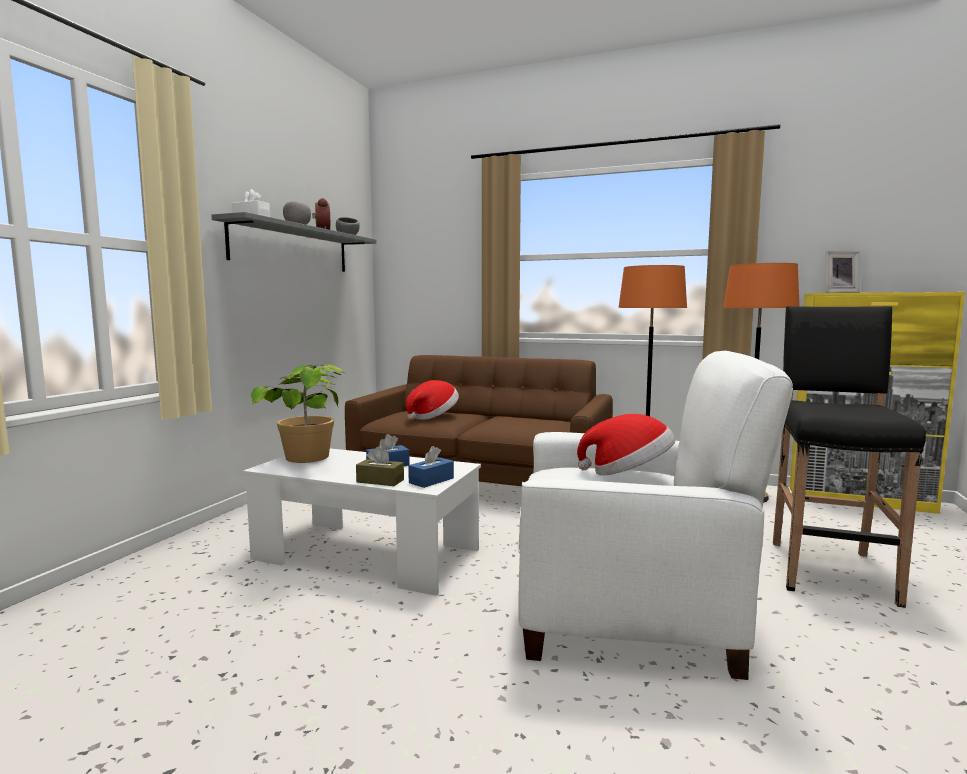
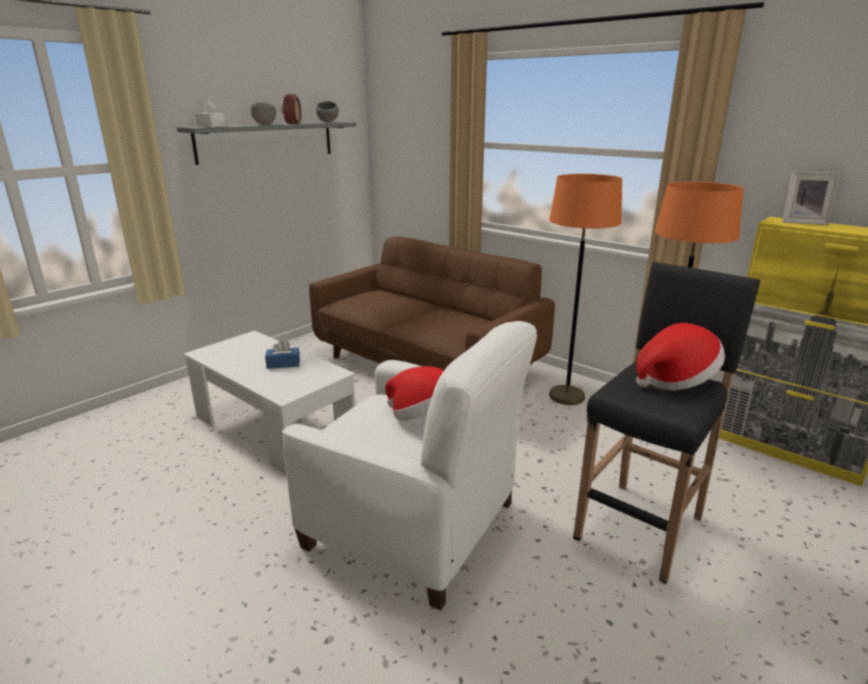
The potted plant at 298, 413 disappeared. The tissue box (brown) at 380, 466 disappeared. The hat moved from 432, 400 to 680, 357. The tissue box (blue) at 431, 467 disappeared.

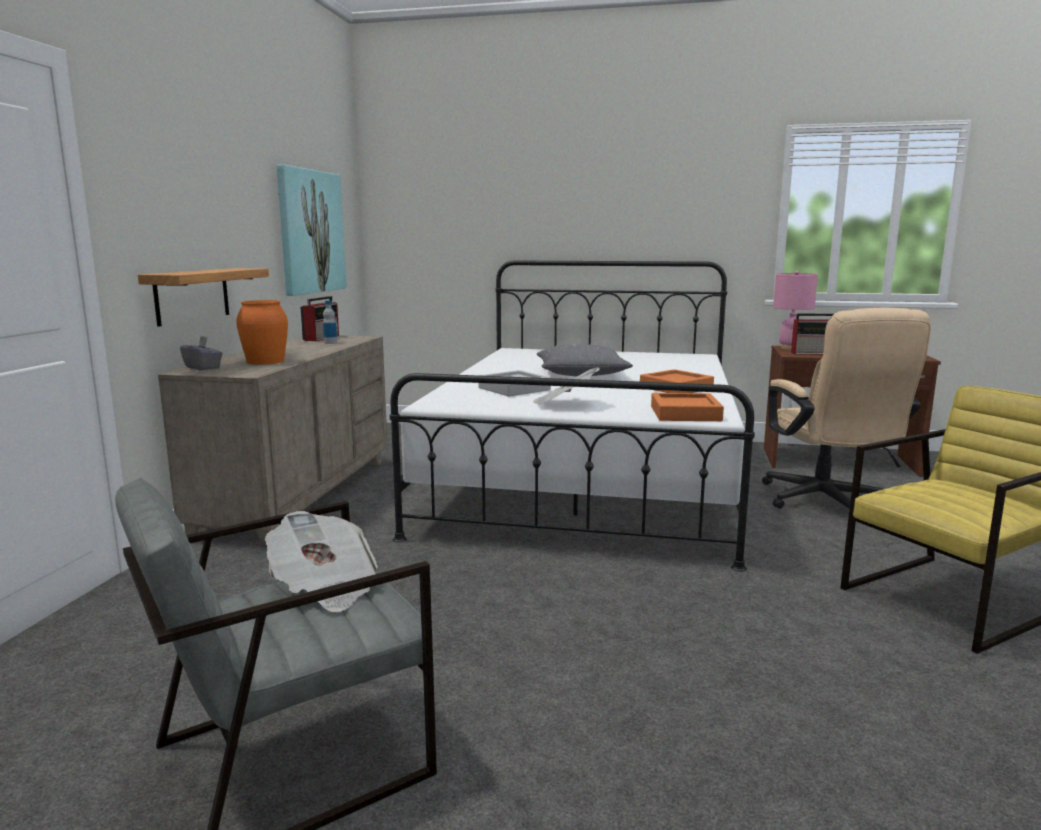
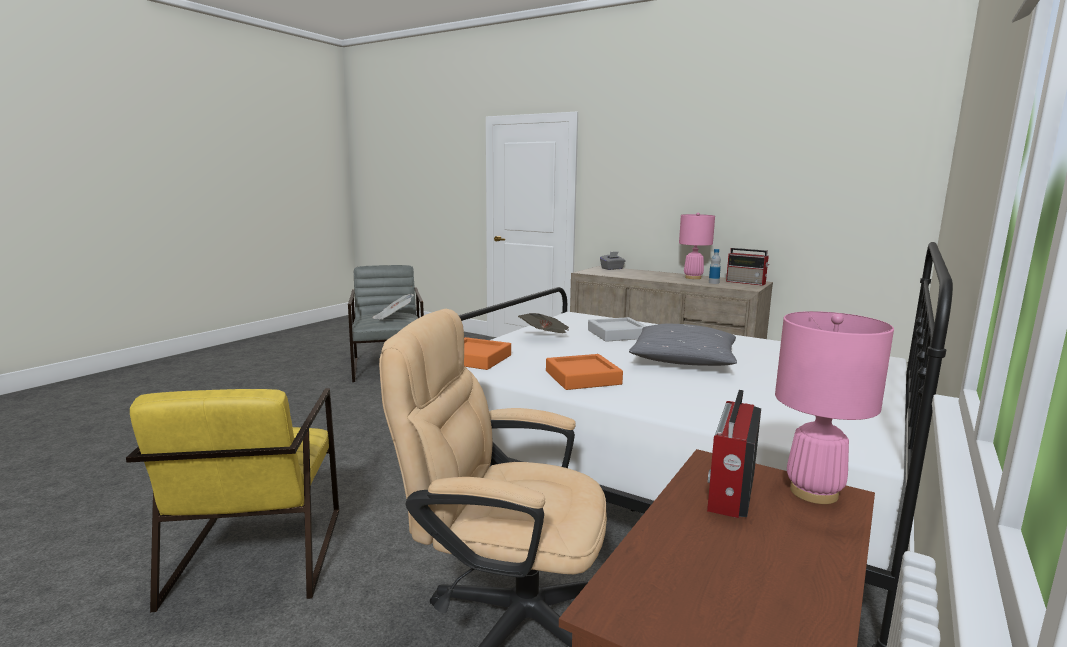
The shelf at 203, 297 disappeared. The vase (orange) at 262, 332 disappeared. The picture at 311, 230 disappeared. The table lamp (pink) at 697, 245 appeared.

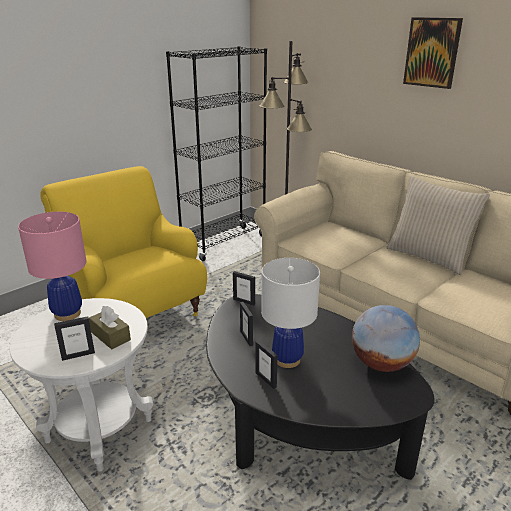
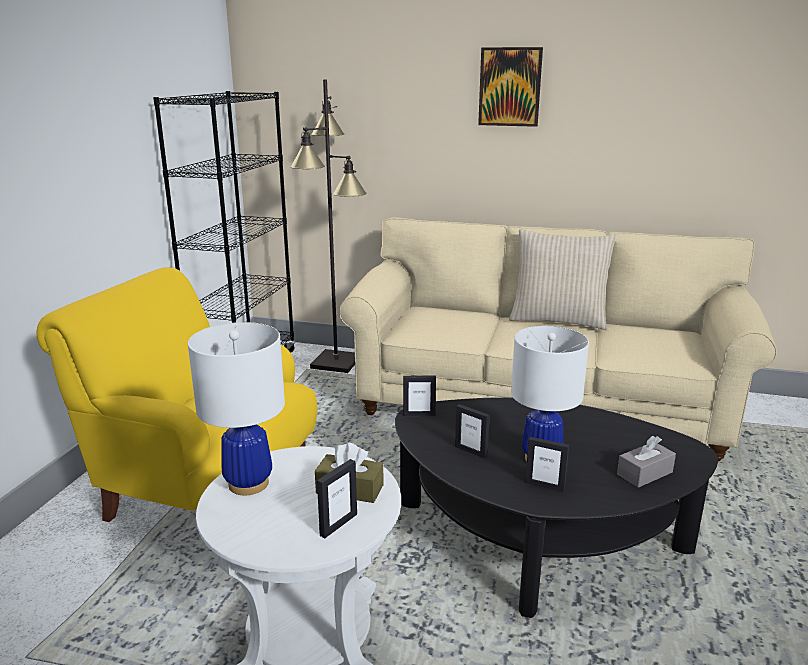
The table lamp (pink) at 52, 266 became the table lamp (white) at 236, 408. The globe at 386, 338 disappeared. The tissue box (grey) at 646, 462 appeared.

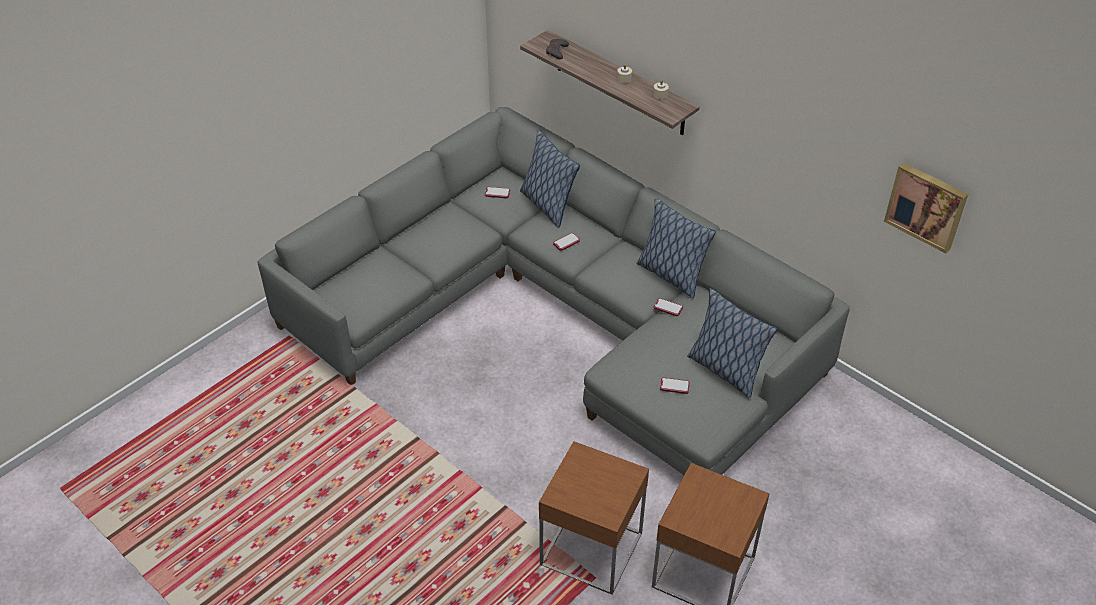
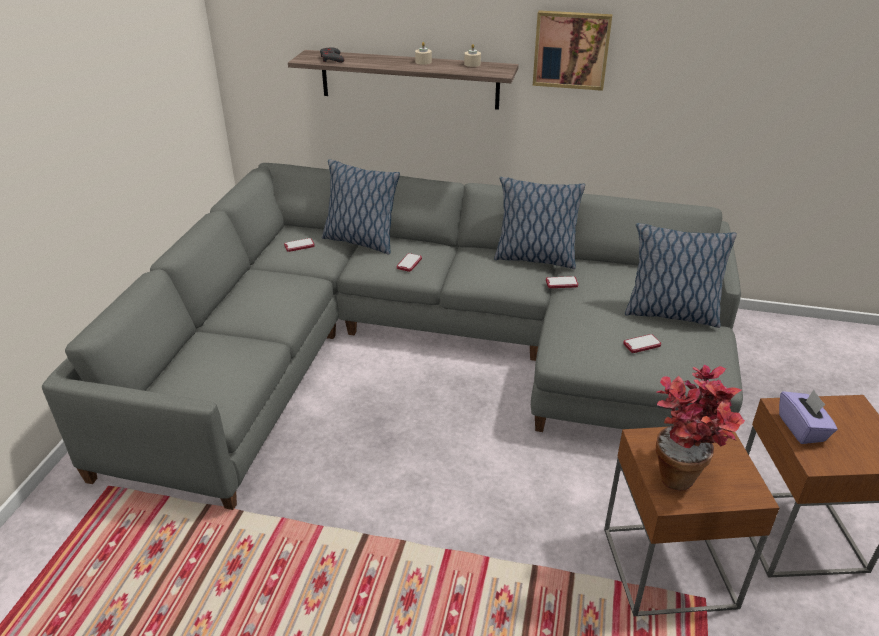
The picture moved from 926, 208 to 573, 50. The potted plant at 700, 427 appeared. The tissue box (purple) at 808, 417 appeared.

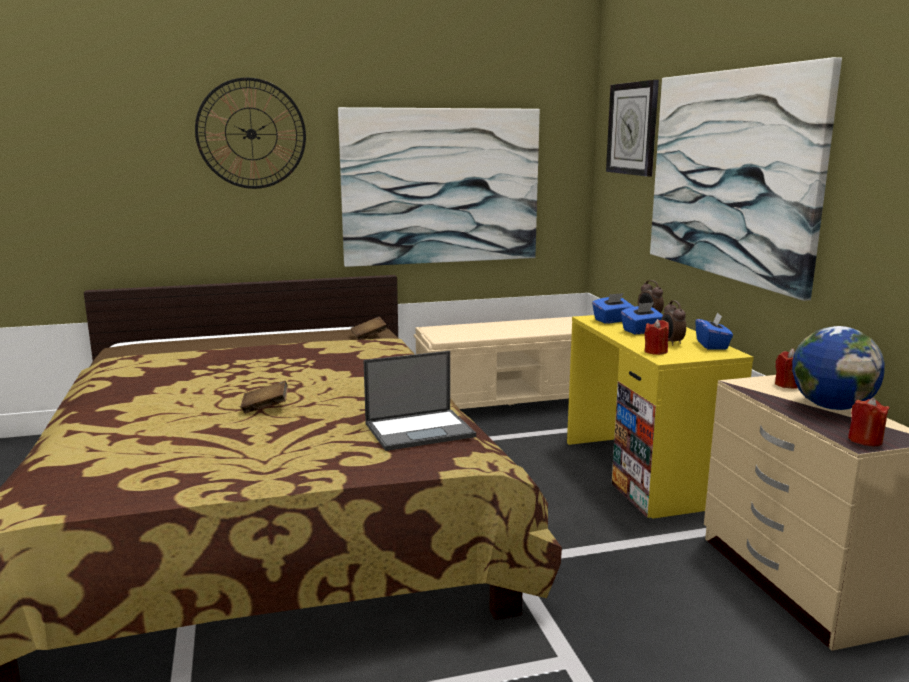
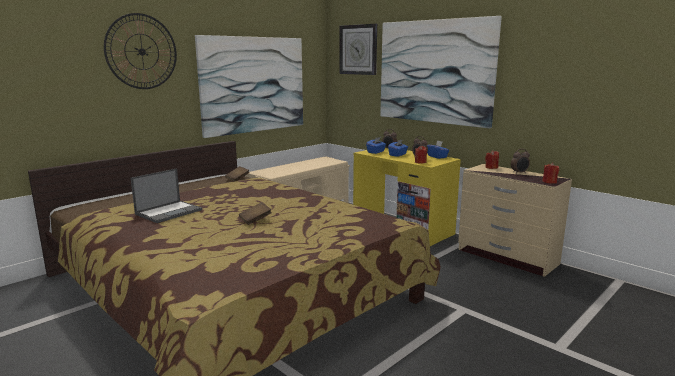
The laptop moved from 419, 401 to 166, 195. The globe at 838, 368 was replaced by the alarm clock at 520, 161.

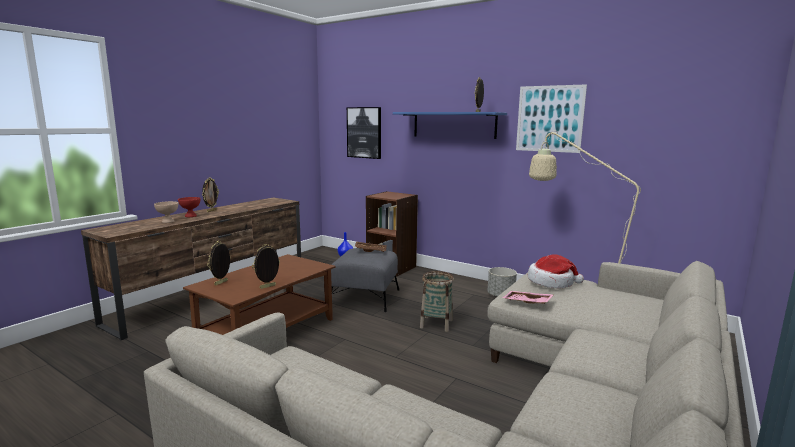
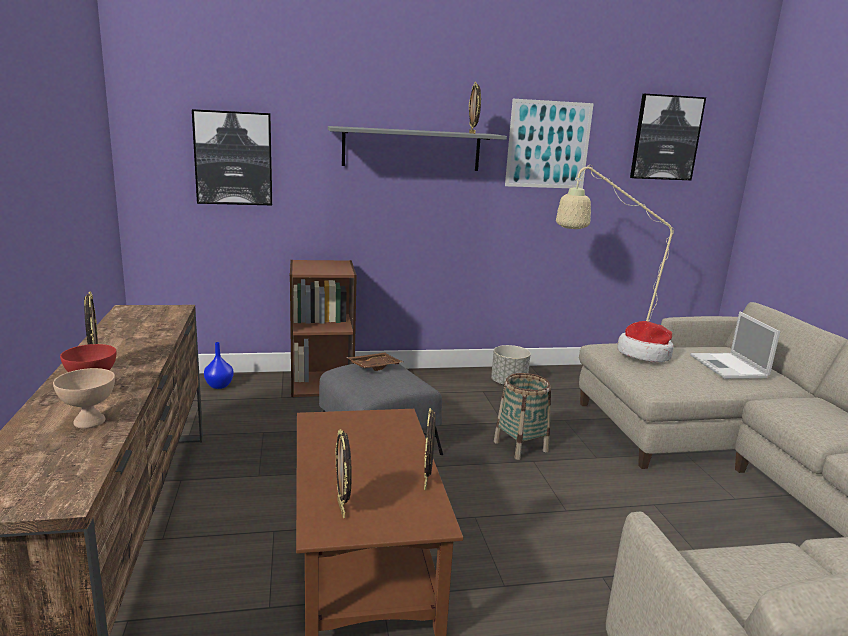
The shelf (blue) at 450, 125 became the shelf (grey) at 417, 148. The tray (pink) at 527, 297 disappeared. The picture at 668, 137 appeared. The laptop at 735, 345 appeared.

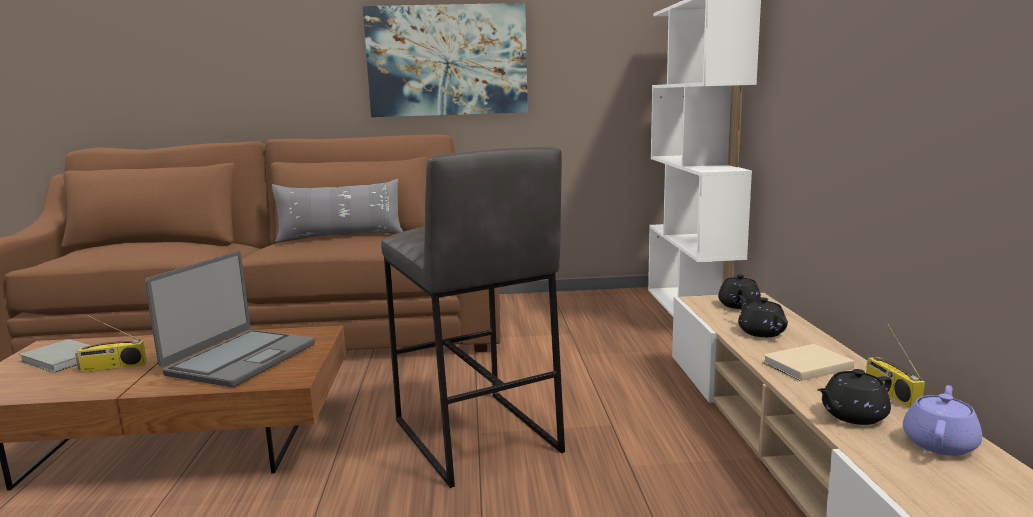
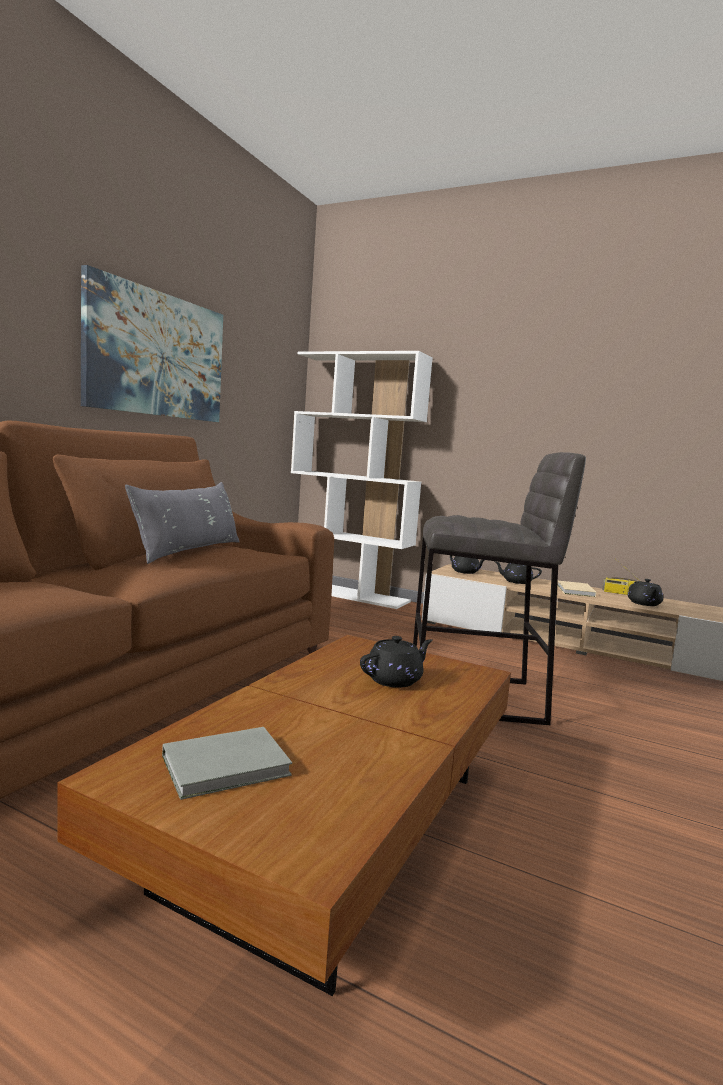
The radio at 111, 343 disappeared. The laptop at 230, 319 was replaced by the teapot (black) at 396, 662. The teapot (purple) at 942, 420 disappeared.

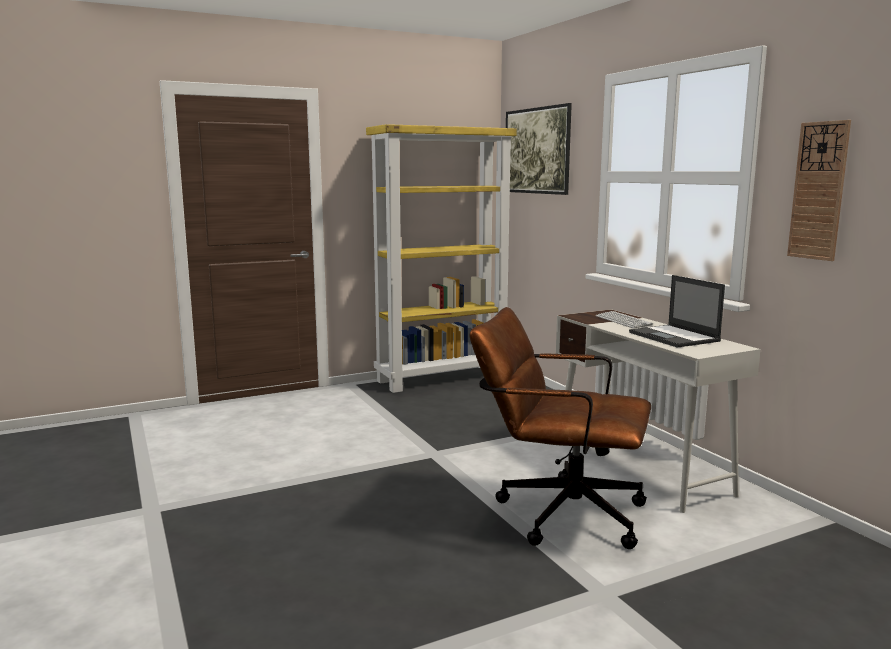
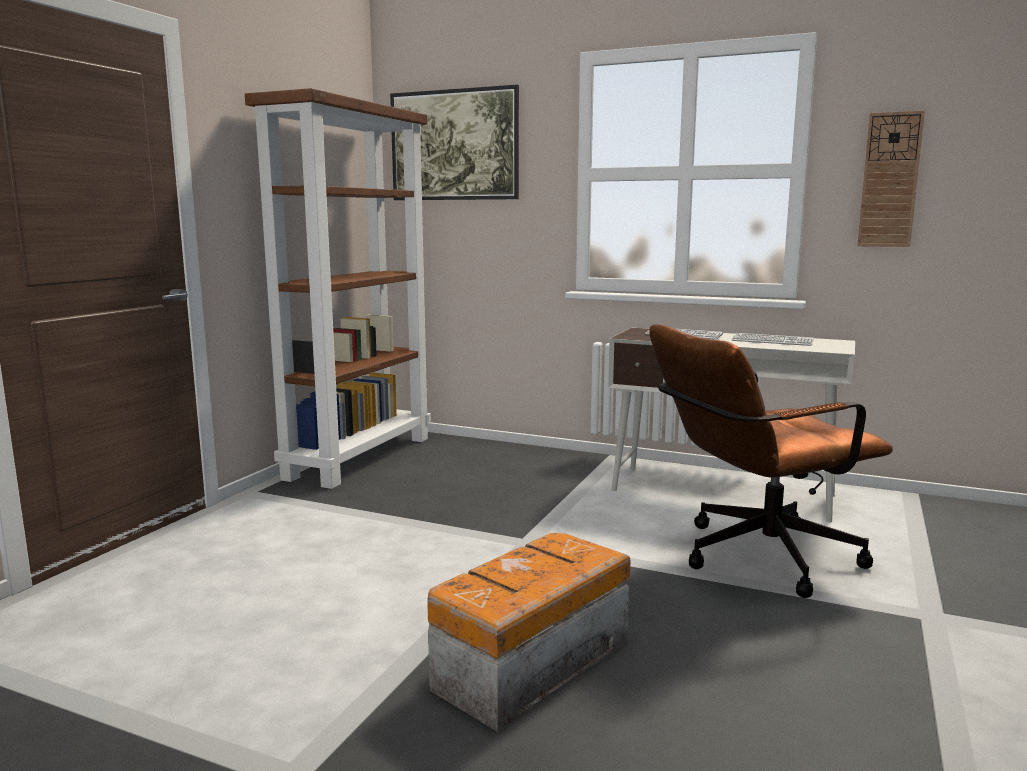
The bookcase (yellow) at 441, 258 became the bookcase (brown) at 338, 288. The laptop at 677, 311 was replaced by the keyboard at 772, 339. The storage box at 529, 632 appeared.

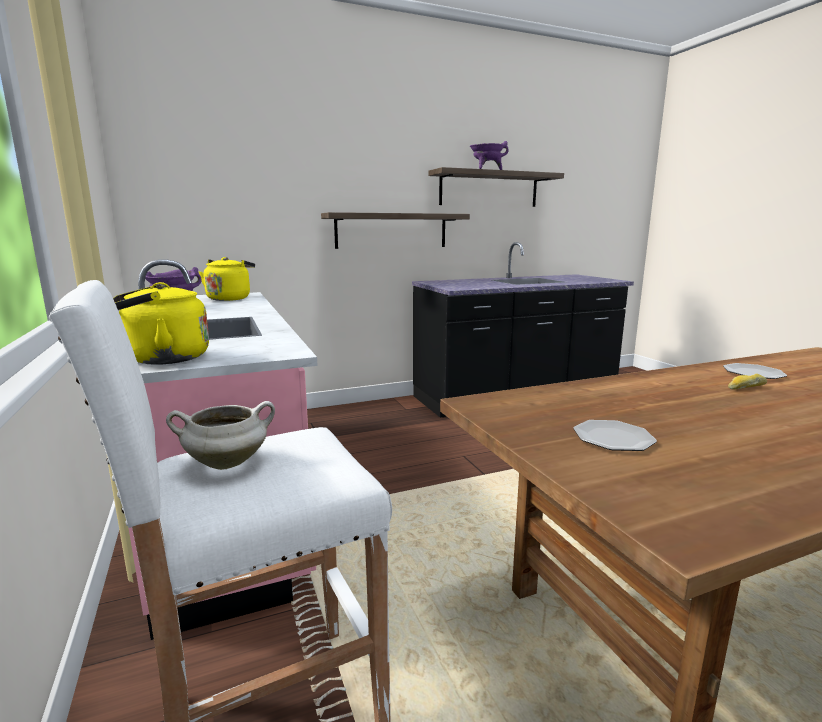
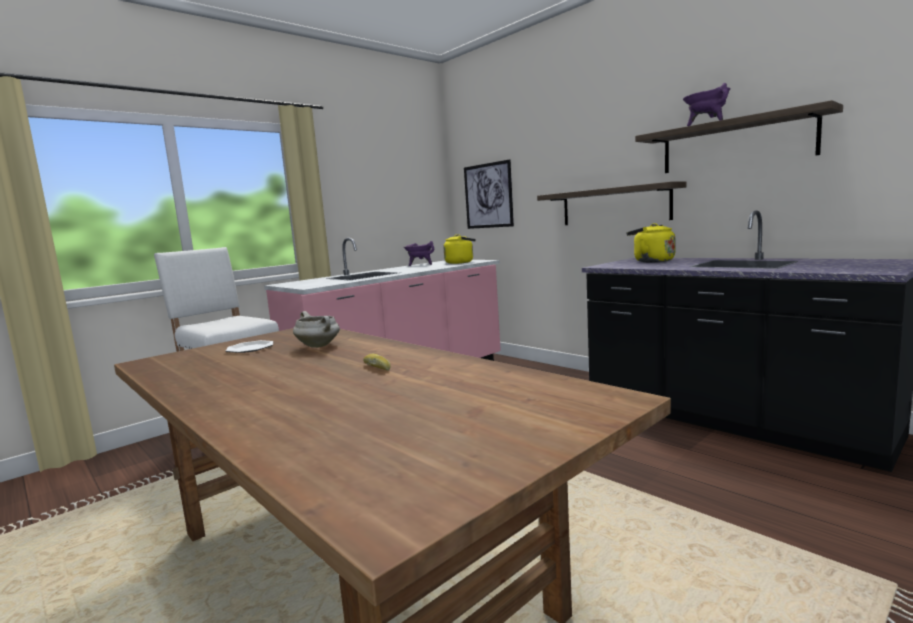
The kettle (yellow) moved from 161, 323 to 650, 242. The cooking pot (white) moved from 220, 435 to 316, 329. The plate at 755, 371 disappeared. The picture at 489, 194 appeared.

